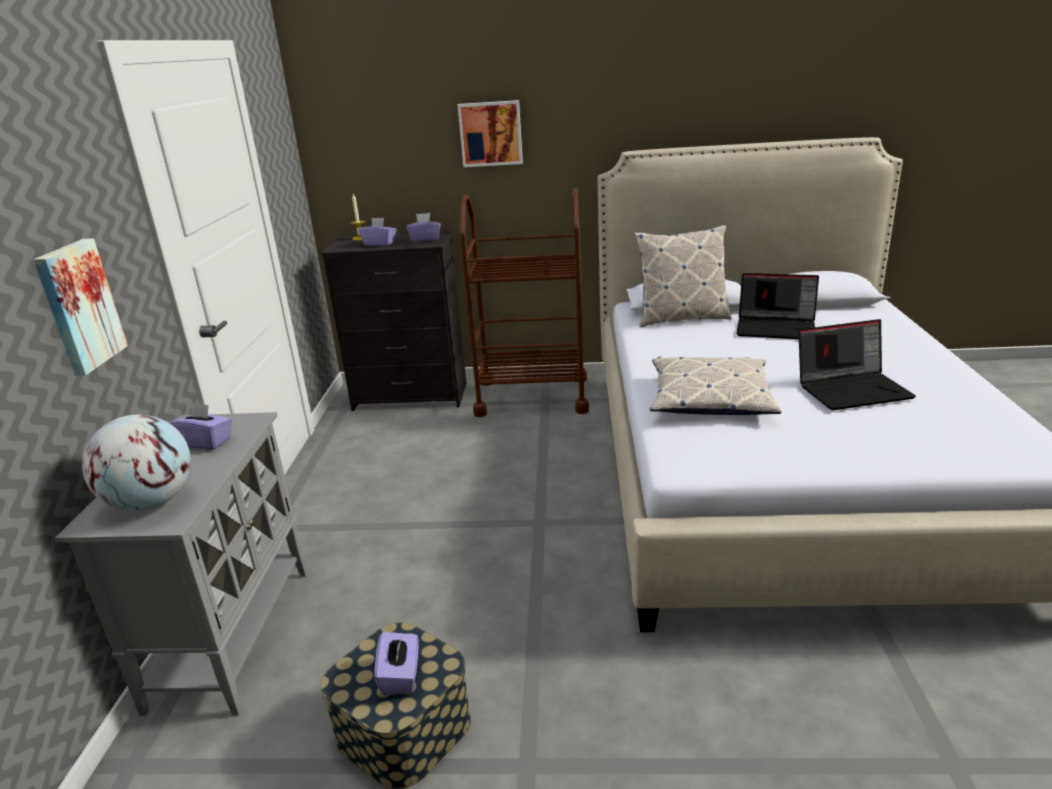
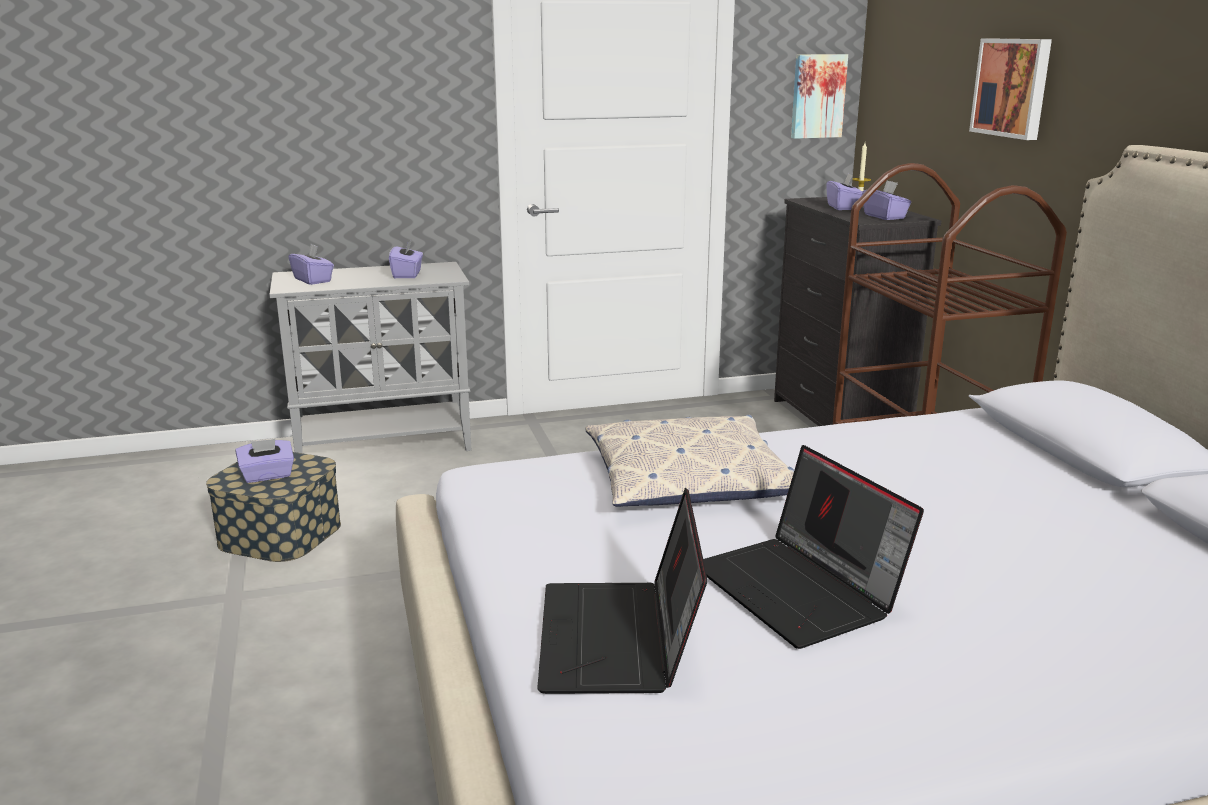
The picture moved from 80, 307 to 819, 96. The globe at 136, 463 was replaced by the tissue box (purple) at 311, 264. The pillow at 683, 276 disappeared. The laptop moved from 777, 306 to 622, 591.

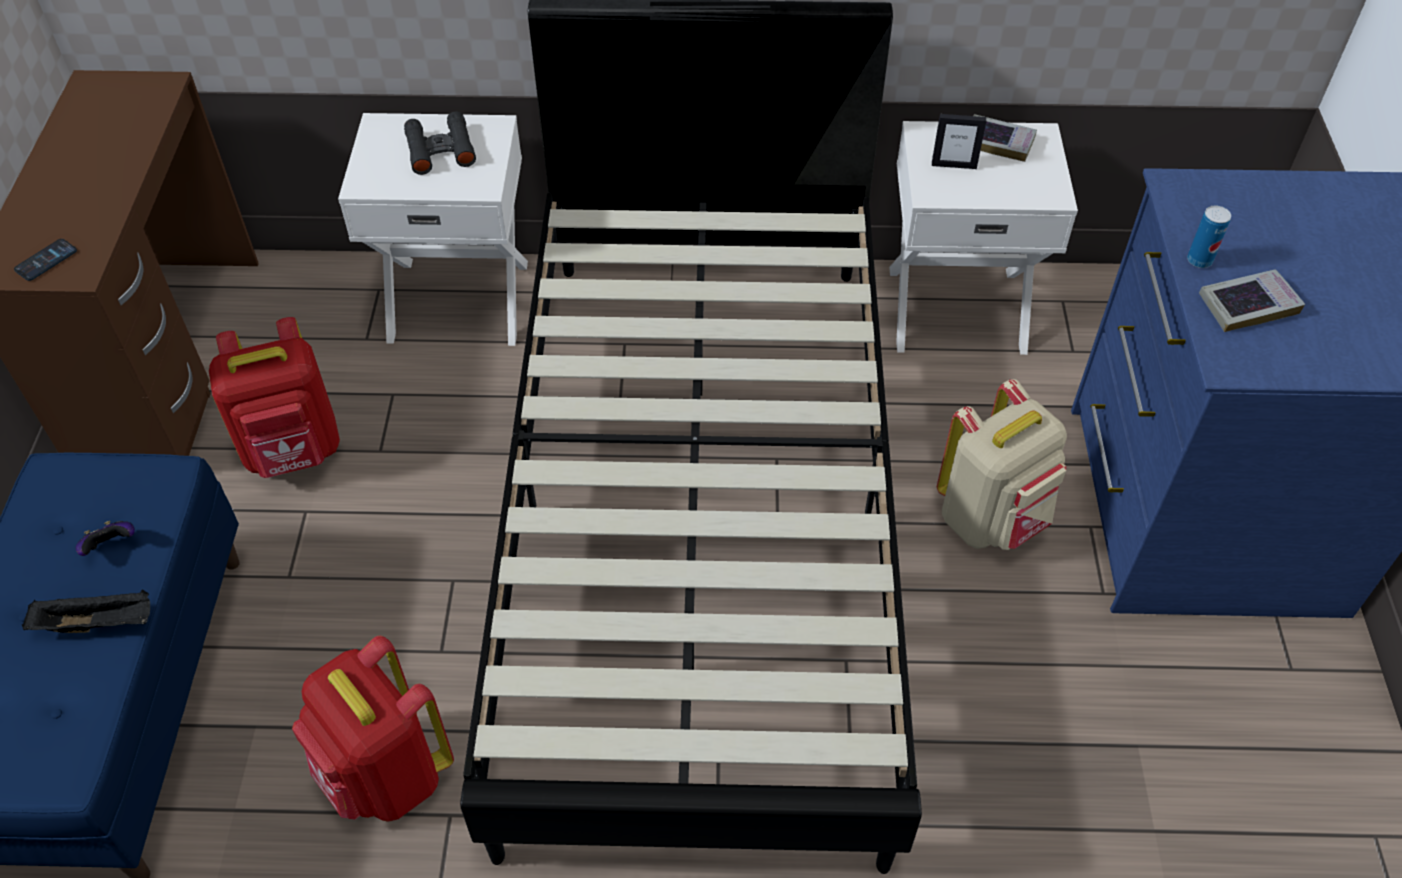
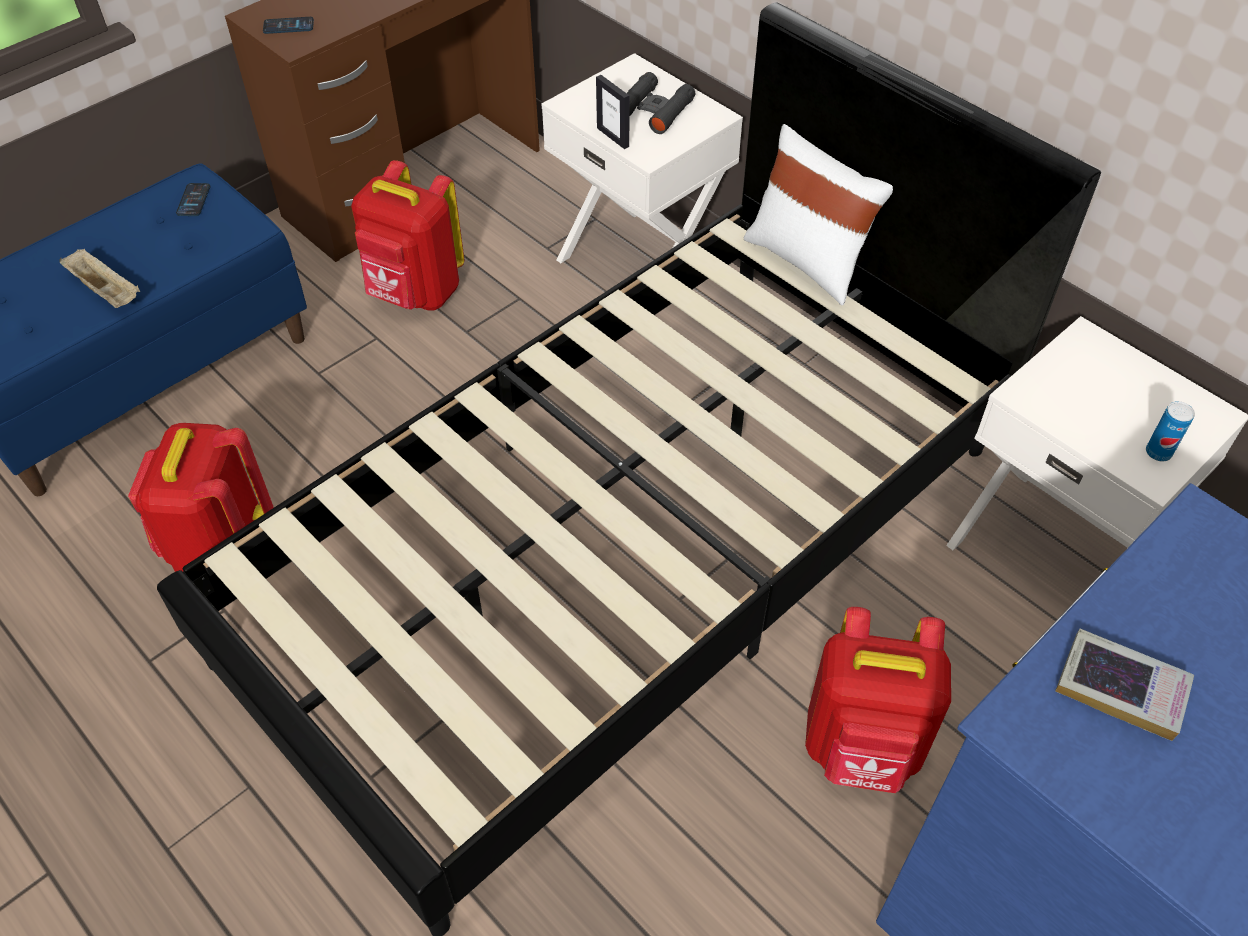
The tray (black) at 86, 611 became the tray (beige) at 99, 278. The game controller at 105, 538 disappeared. The picture frame moved from 959, 141 to 612, 112. The backpack (beige) at 1002, 464 became the backpack (red) at 878, 700. The book at 1005, 138 disappeared. The can moved from 1209, 236 to 1170, 431. The phone at 193, 199 appeared. The pillow (white) at 818, 215 appeared.

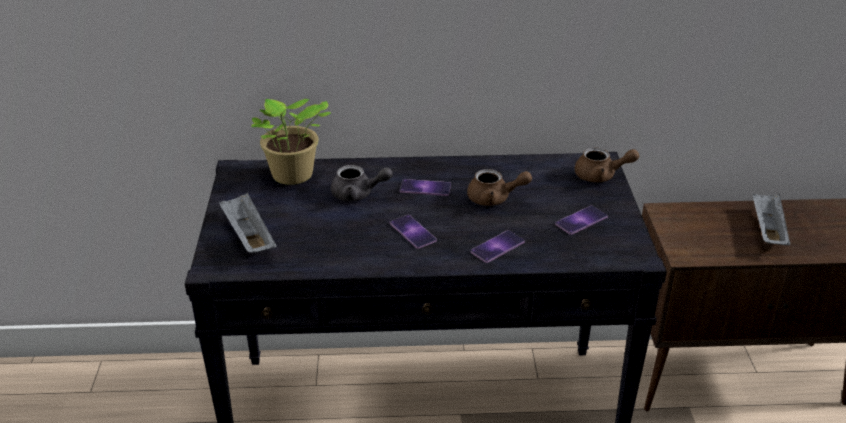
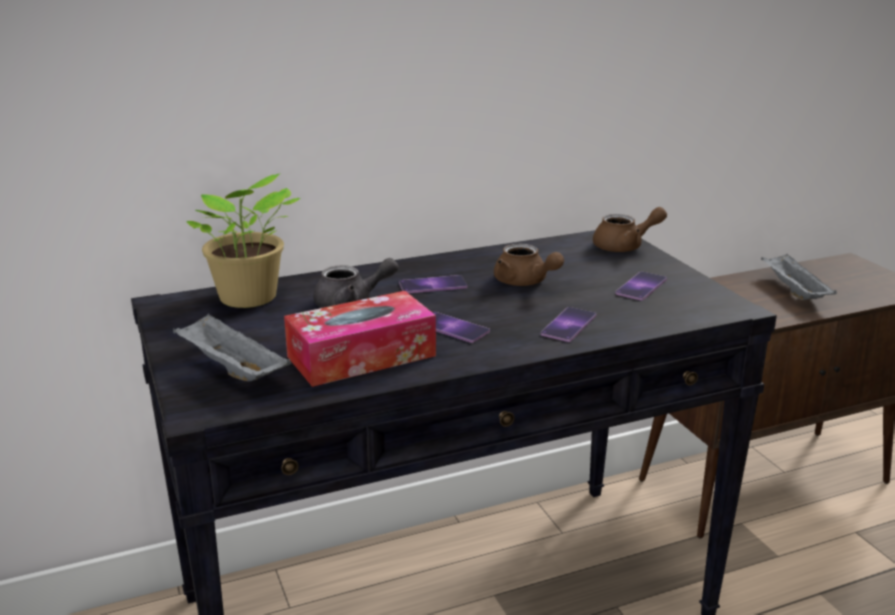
The teapot (brown) at 499, 187 turned 60 degrees clockwise. The tissue box at 360, 339 appeared.

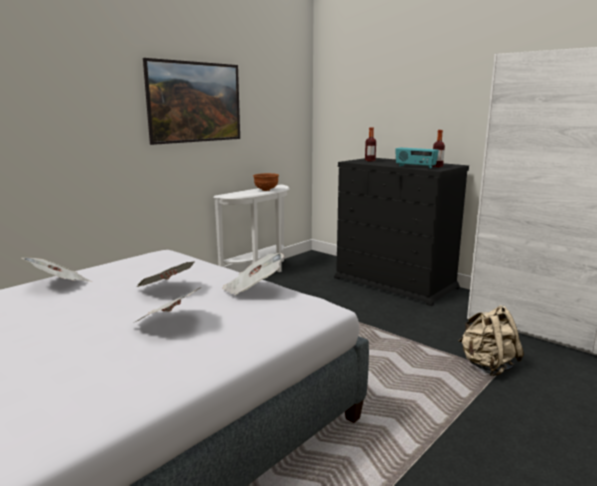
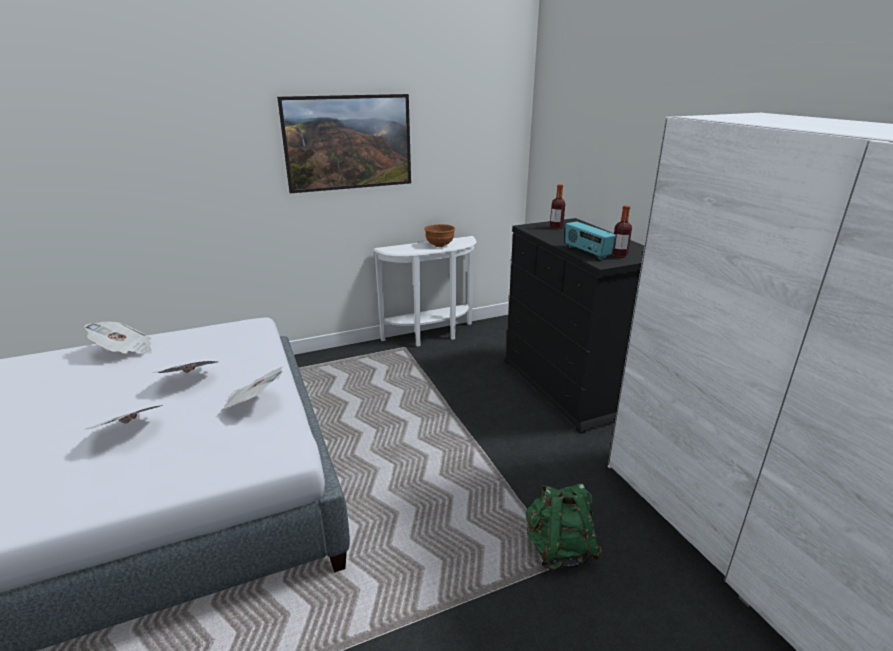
The backpack (beige) at 491, 340 became the backpack (green) at 564, 526.

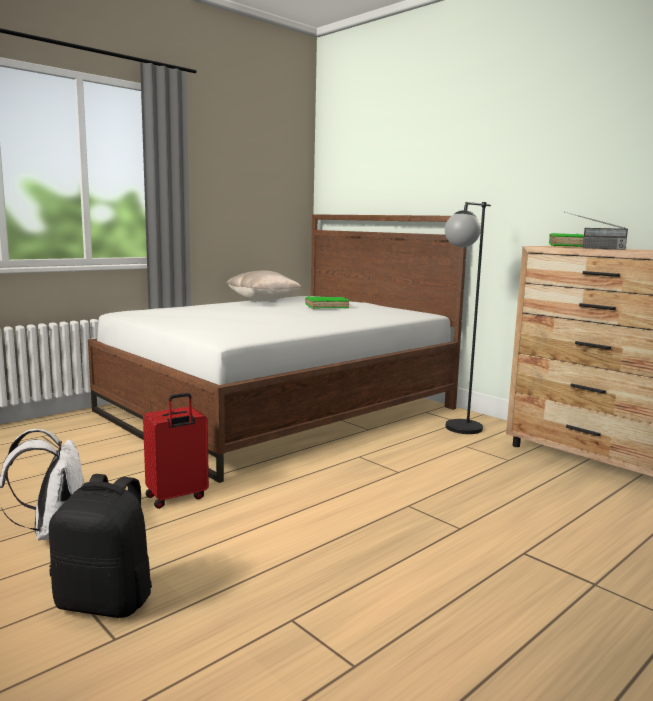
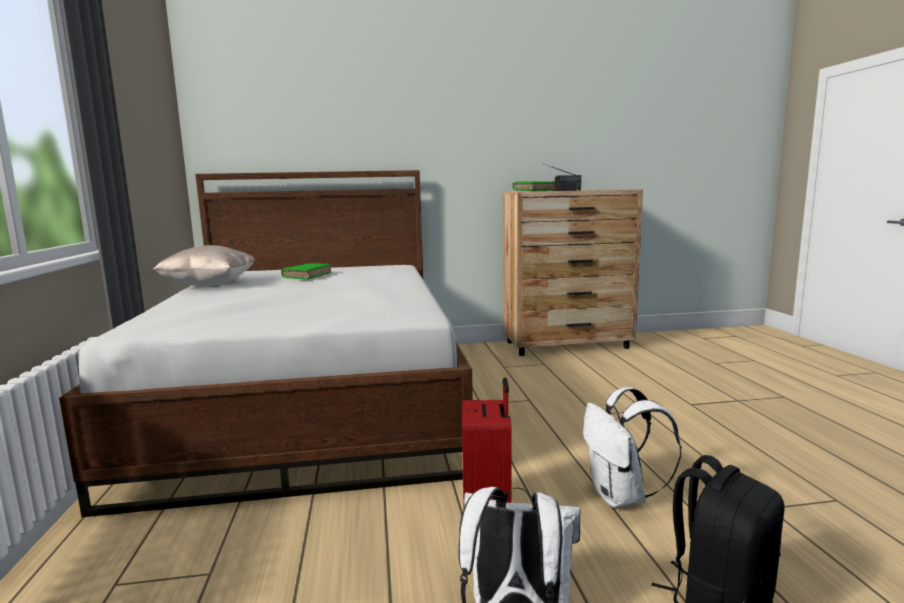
The floor lamp (black) at 468, 318 disappeared. The backpack (white) at 632, 447 appeared.

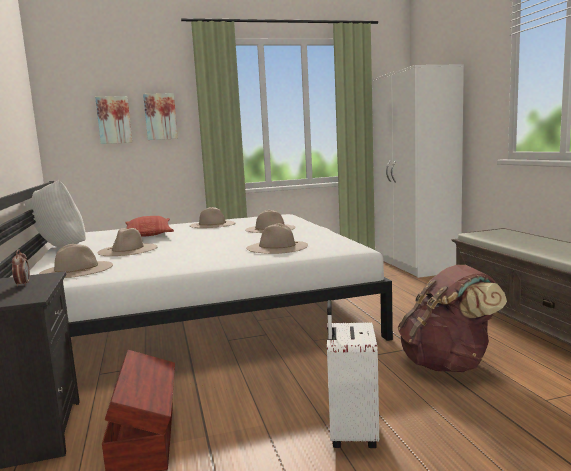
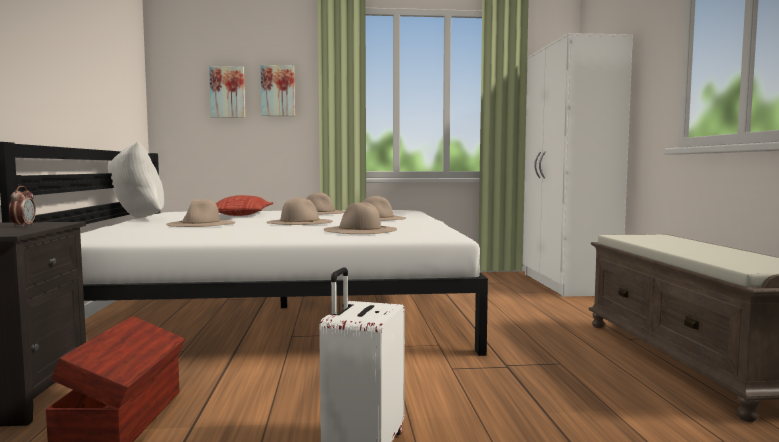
The hat (beige) moved from 76, 261 to 300, 211. The backpack (brown) at 452, 318 disappeared.

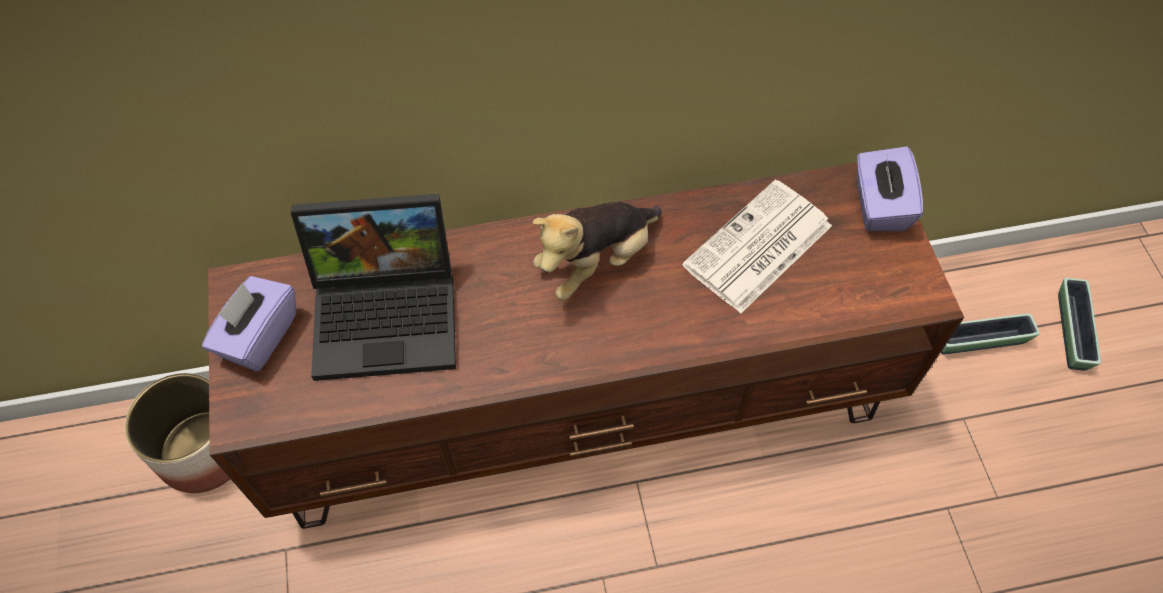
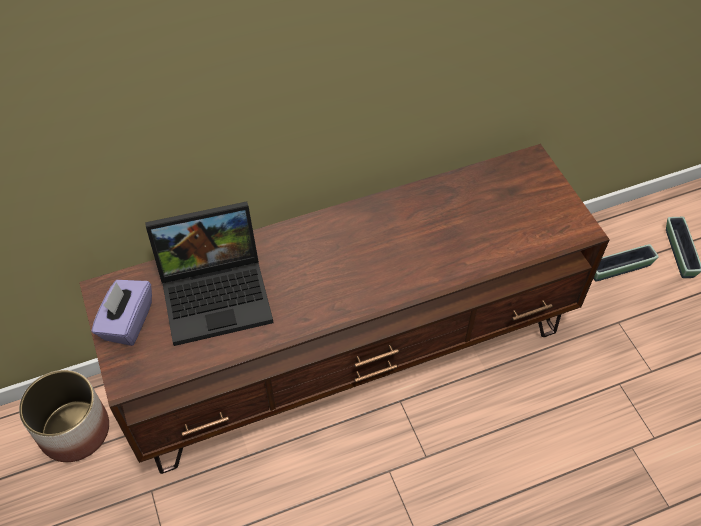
The plush toy at 597, 251 disappeared. The newspaper at 757, 246 disappeared. The tissue box (purple) at 890, 188 disappeared.

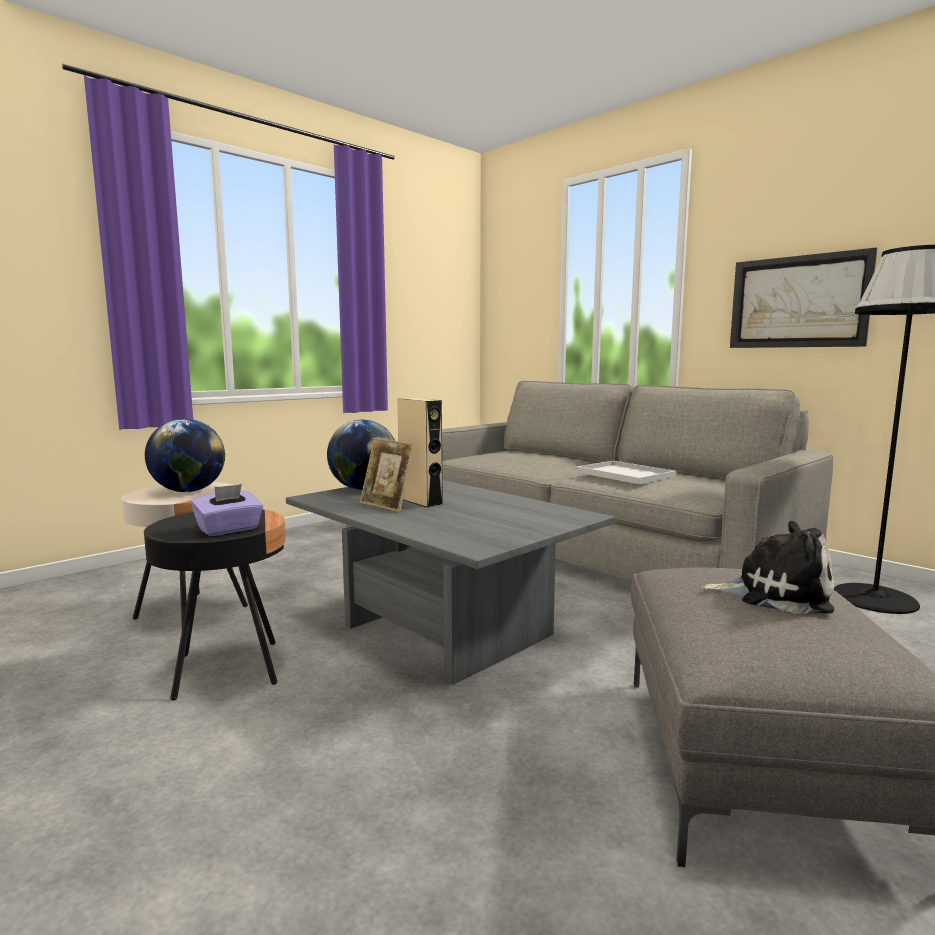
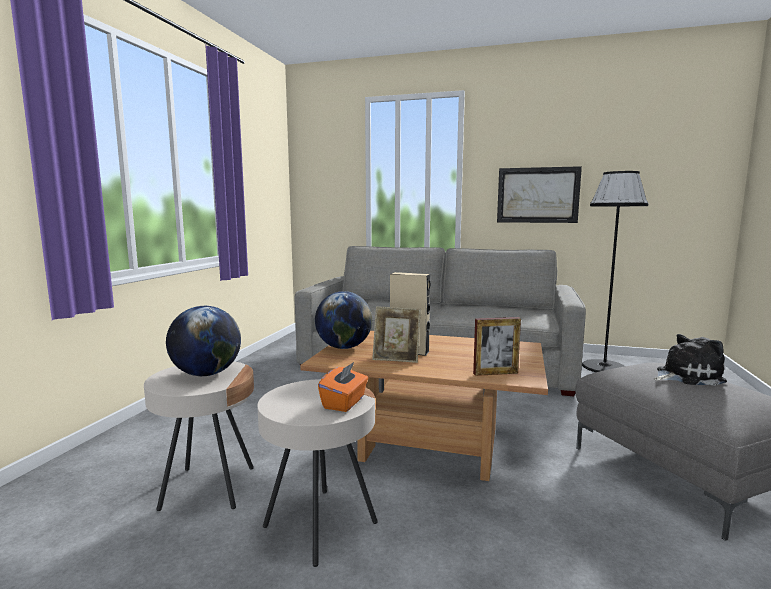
The side table (black) at 215, 604 became the side table (beige) at 317, 473. The tissue box (purple) at 227, 510 became the tissue box (orange) at 343, 387. The coffee table (grey) at 450, 582 became the coffee table (brown) at 424, 406. The tray (white) at 626, 472 disappeared. The picture frame at 497, 346 appeared.

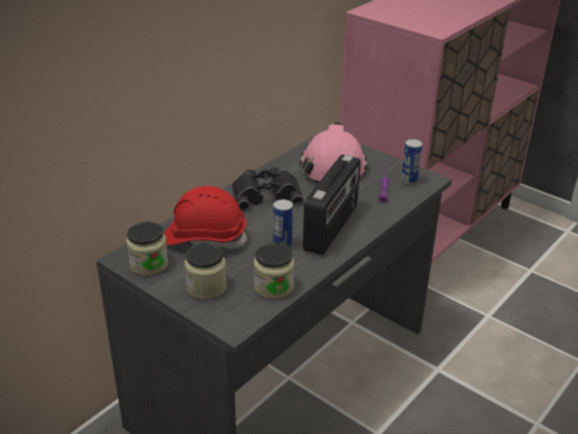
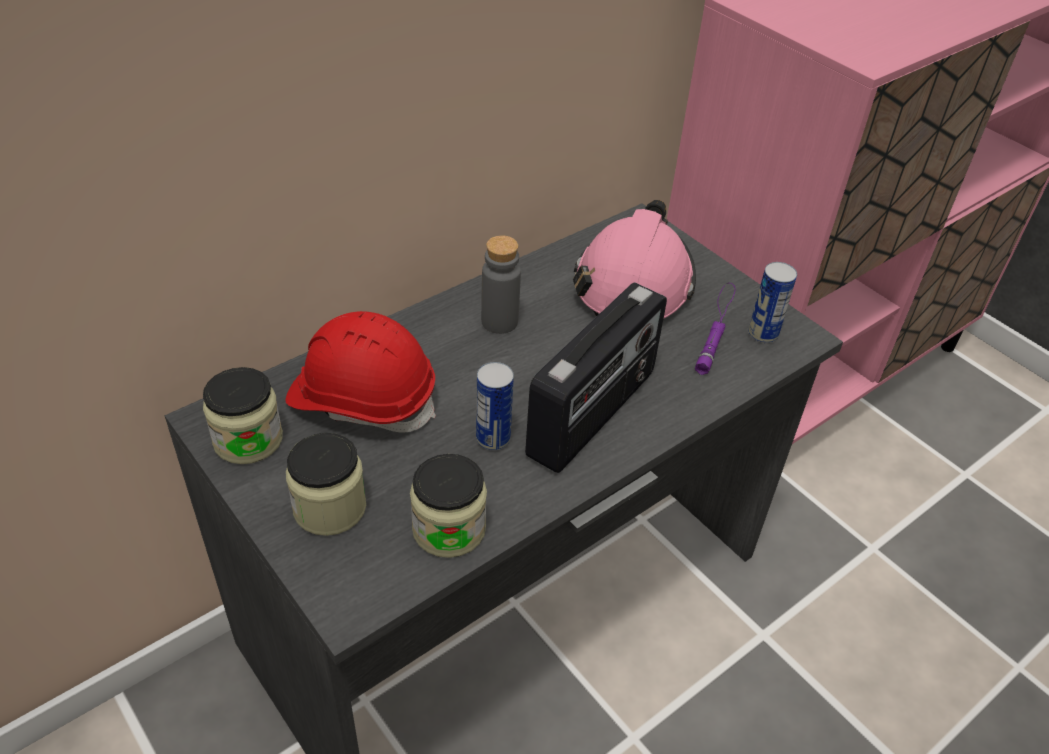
The binoculars (black) at 268, 189 was replaced by the bottle (grey) at 501, 284.

